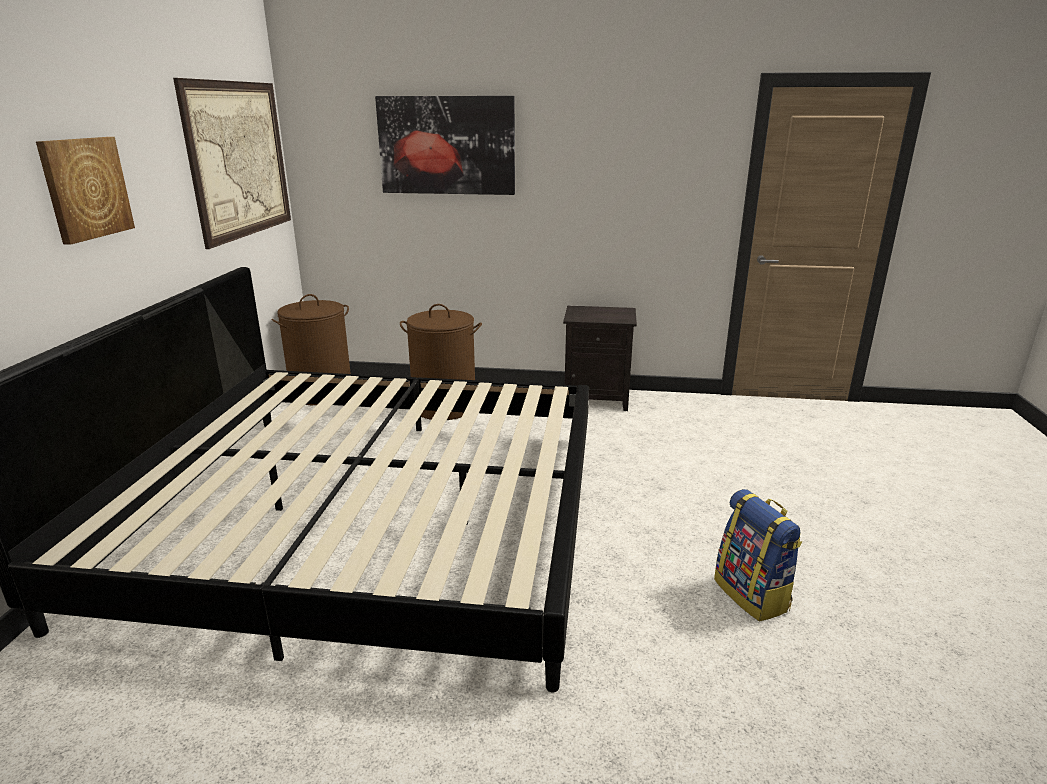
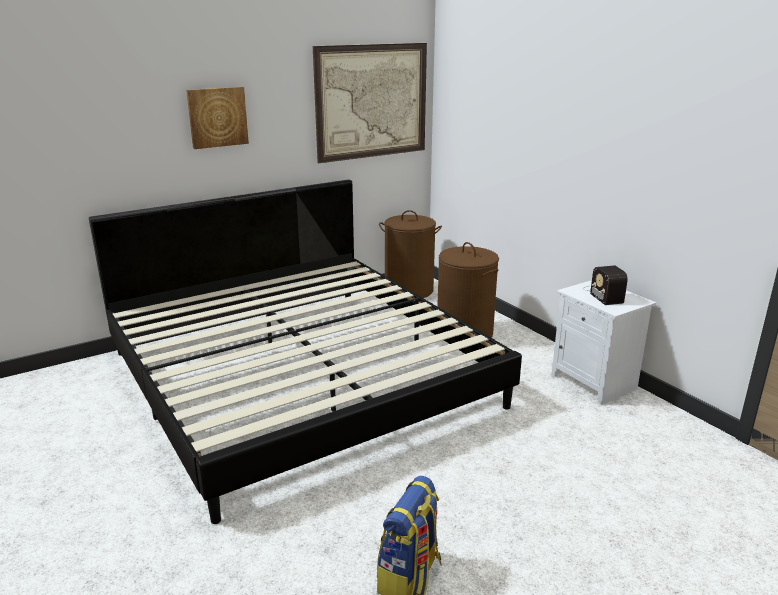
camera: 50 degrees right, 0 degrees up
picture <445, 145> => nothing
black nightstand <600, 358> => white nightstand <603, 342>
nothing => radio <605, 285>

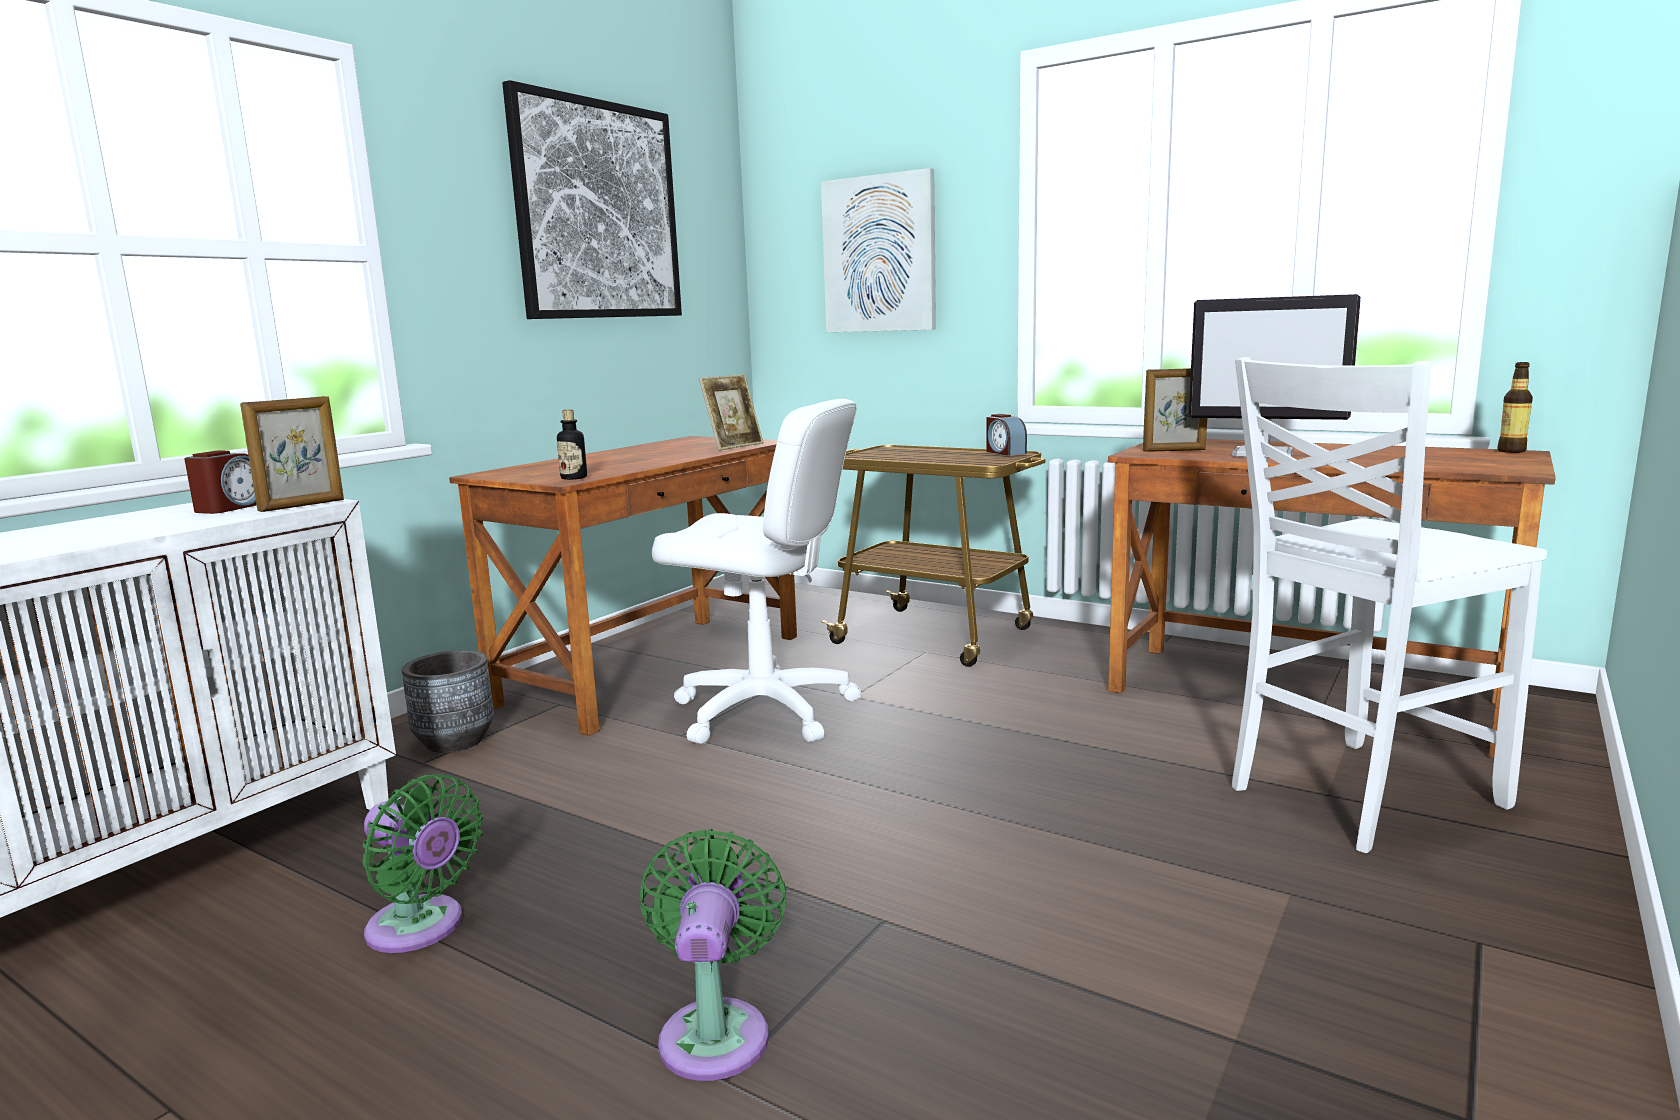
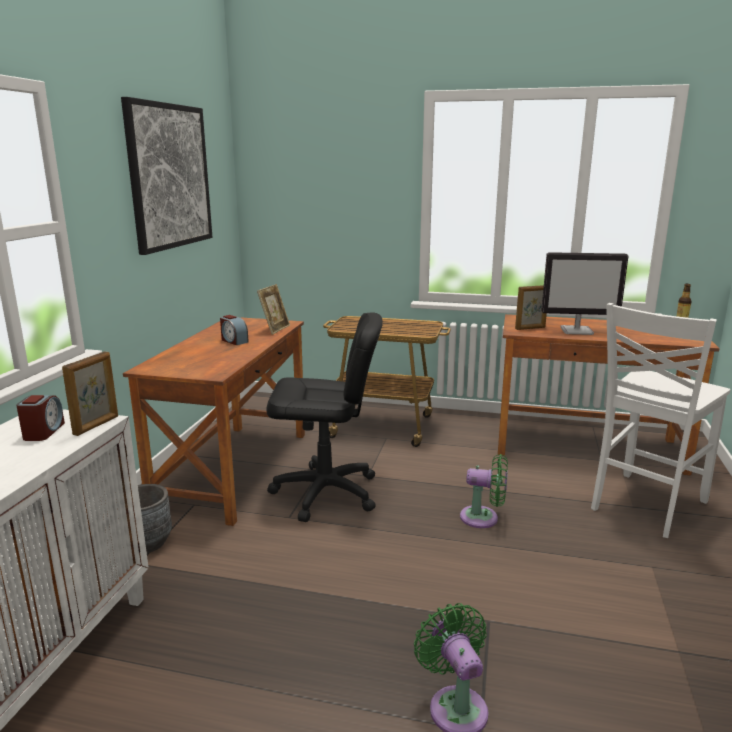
camera: 20 degrees left, 5 degrees up
green fan <422, 863> => green fan <484, 491>, shifted
bottle <572, 445> => nothing
white office chair <756, 571> => black office chair <324, 417>
picture <878, 250> => nothing
alarm clock <1006, 435> => alarm clock <234, 330>, shifted

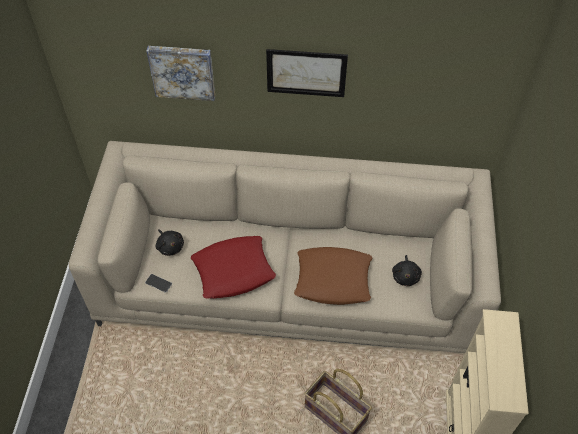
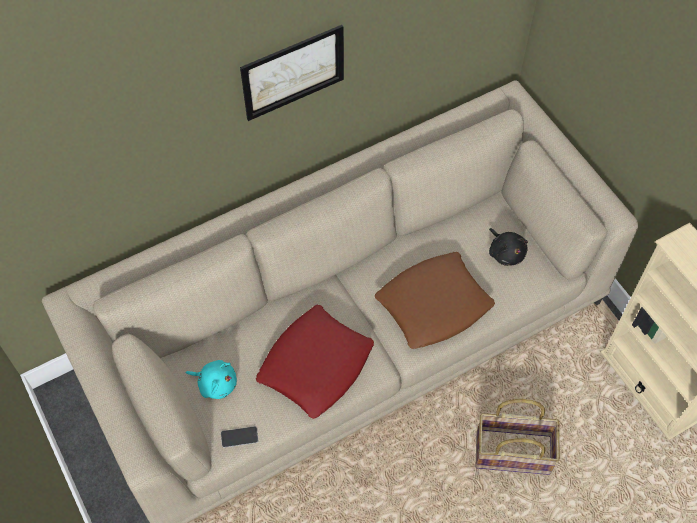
camera: 35 degrees left, 5 degrees up
picture <181, 73> => nothing
black plush toy <170, 242> => turquoise plush toy <211, 379>

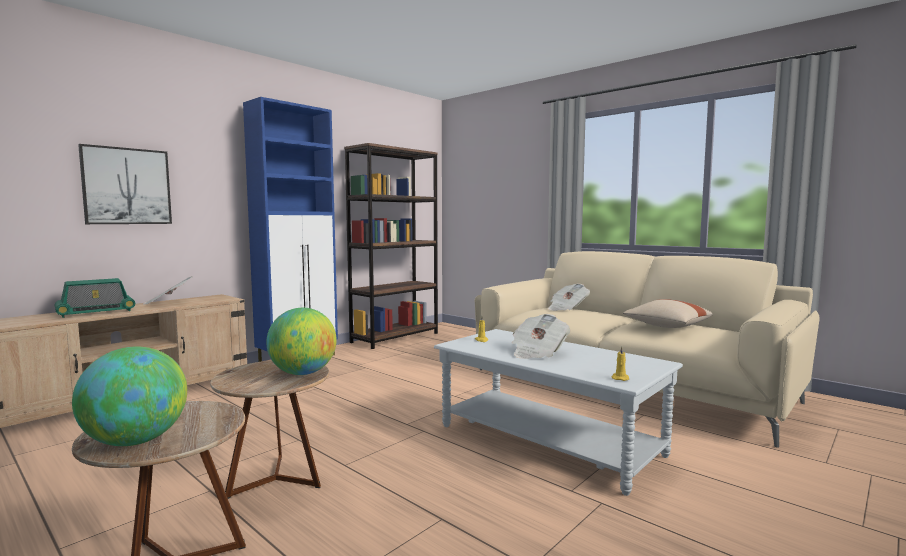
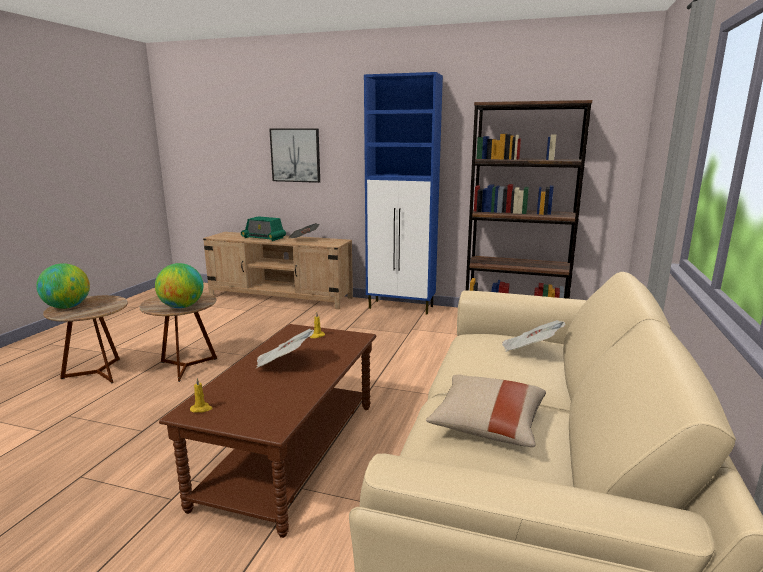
camera: 65 degrees right, 10 degrees up
grey coffee table <558, 412> => brown coffee table <267, 431>

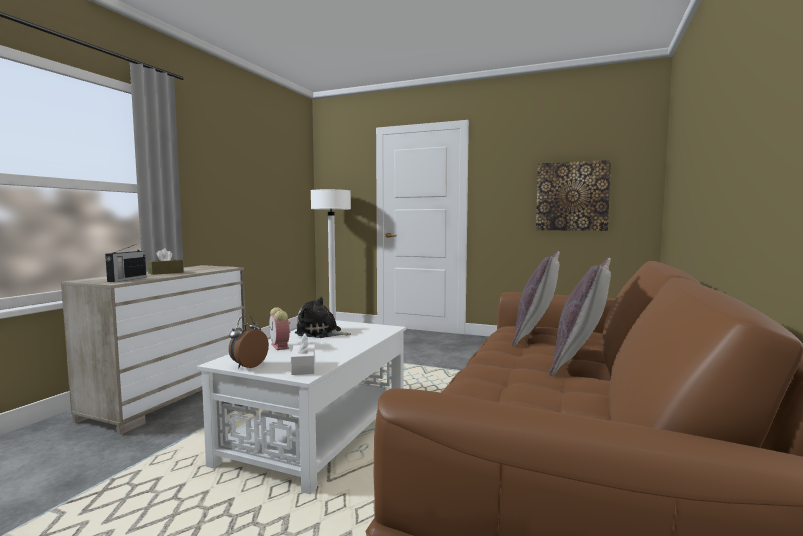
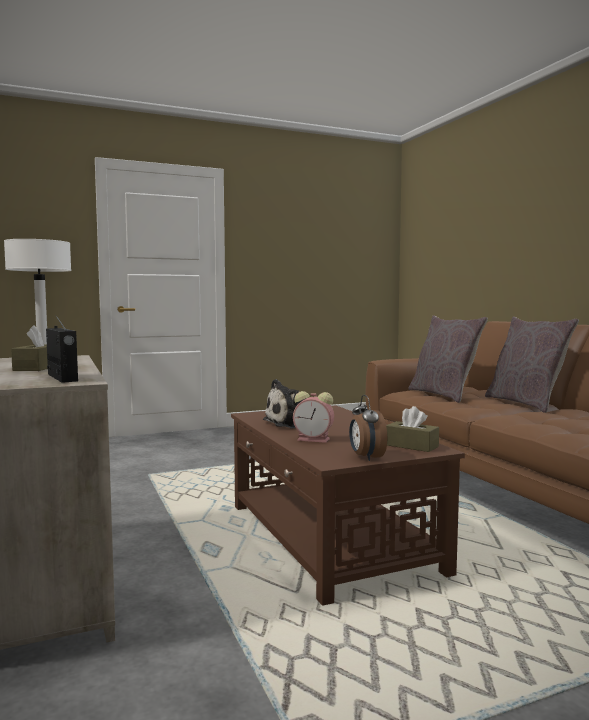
camera: 45 degrees left, 0 degrees up
white coffee table <301, 407> => brown coffee table <348, 505>
white tissue box <303, 354> => brown tissue box <412, 429>
picture <573, 195> => nothing

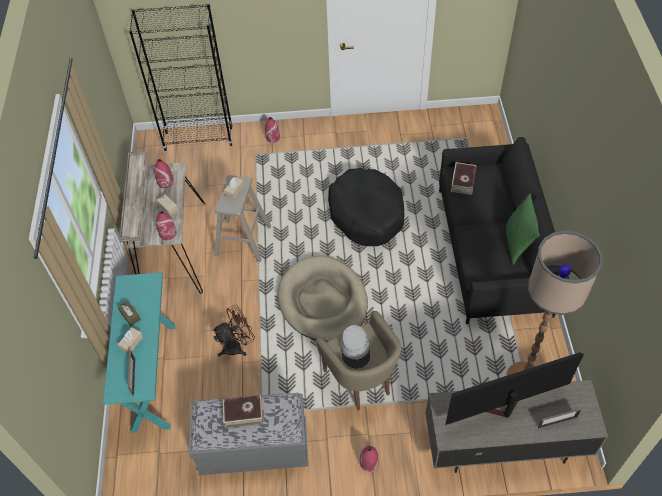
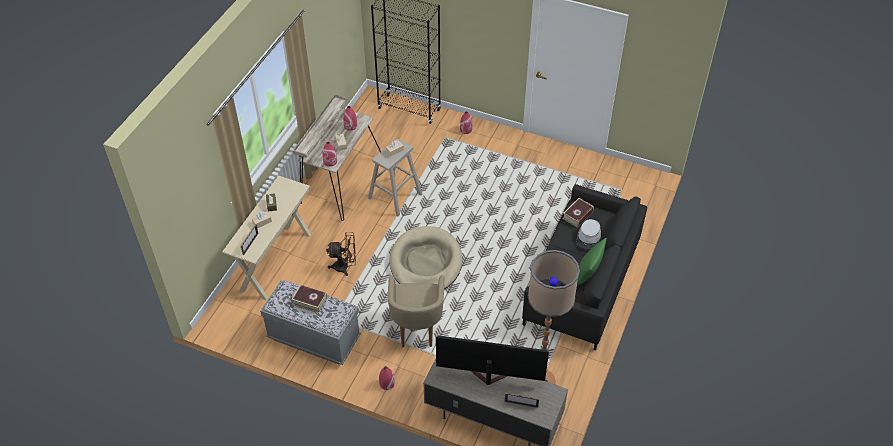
camera: 25 degrees right, 5 degrees down
turquoise console table <139, 352> => beige console table <266, 238>
black dog bed <366, 207> => nothing
grey hat <355, 346> => grey hat <588, 234>, shifted

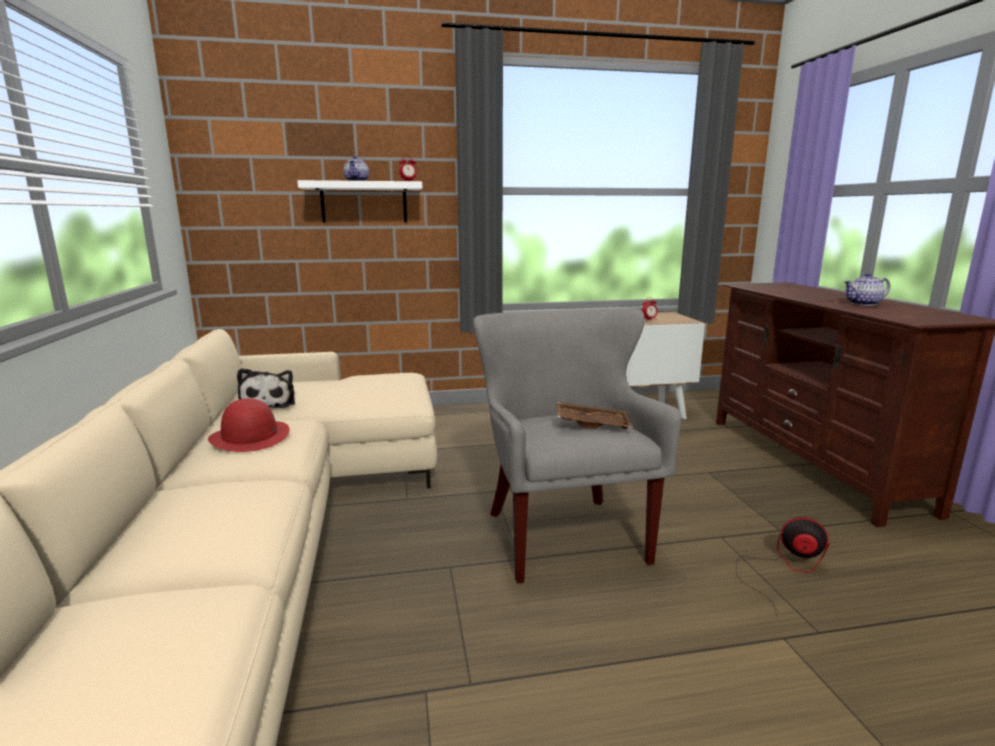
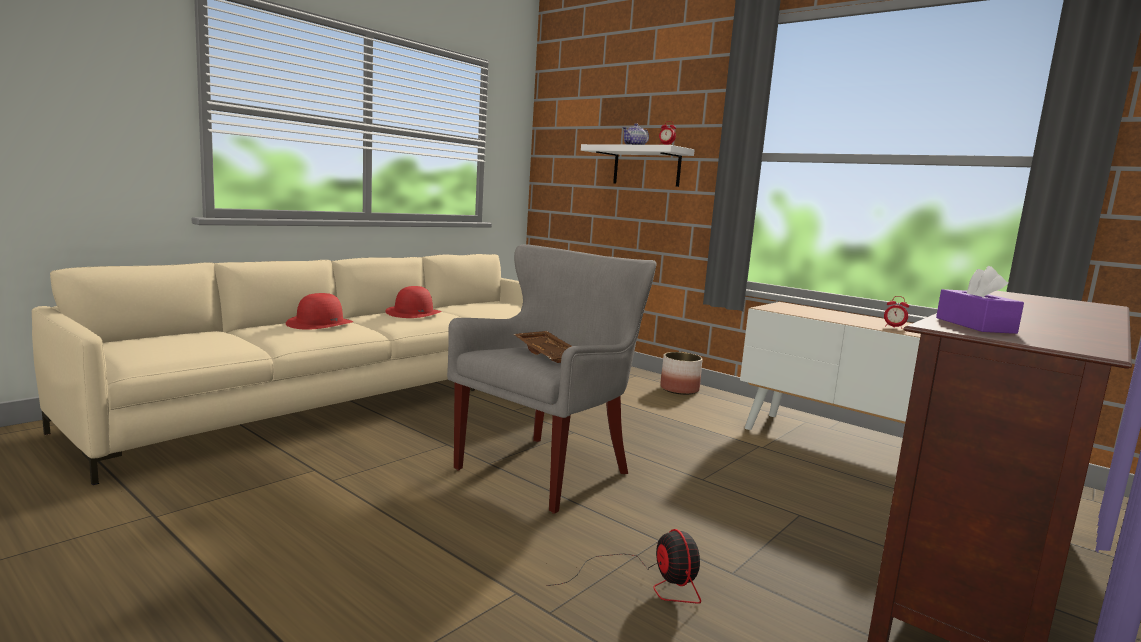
camera: 50 degrees right, 5 degrees down
plush toy <266, 388> => nothing
teapot <867, 289> => nothing
nothing => red hat <319, 311>
nothing => planter <681, 373>
nothing => purple tissue box <980, 300>

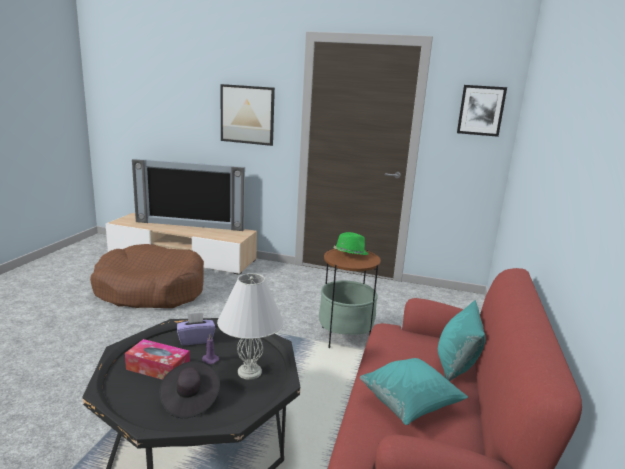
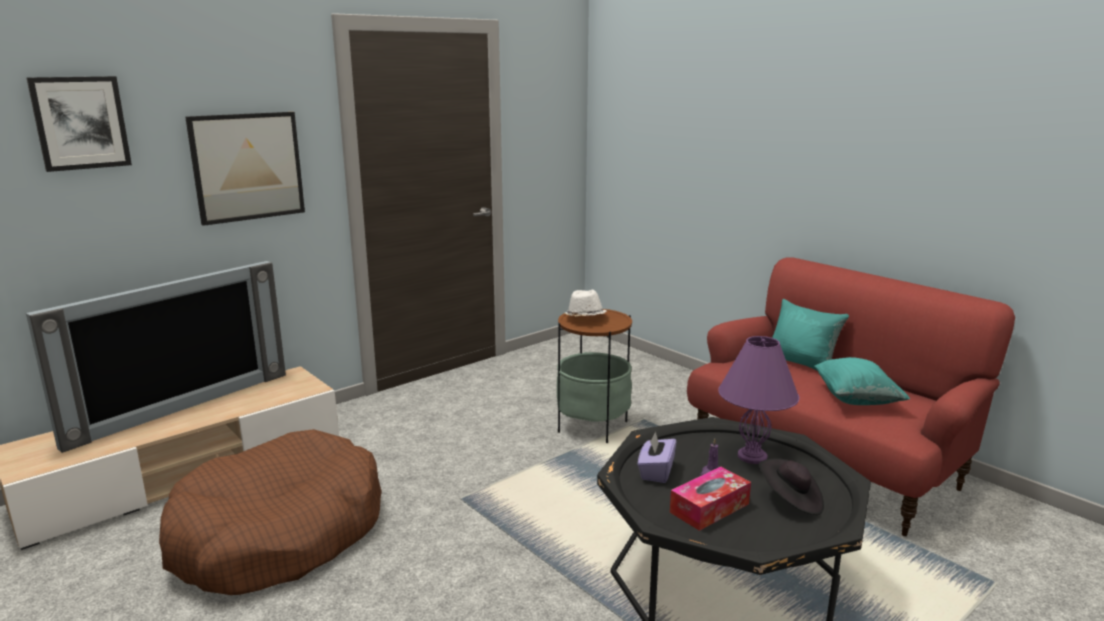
camera: 55 degrees left, 0 degrees up
white table lamp <250, 326> => purple table lamp <758, 400>
green hat <351, 243> => white hat <584, 303>
picture <482, 111> => picture <79, 124>, shifted

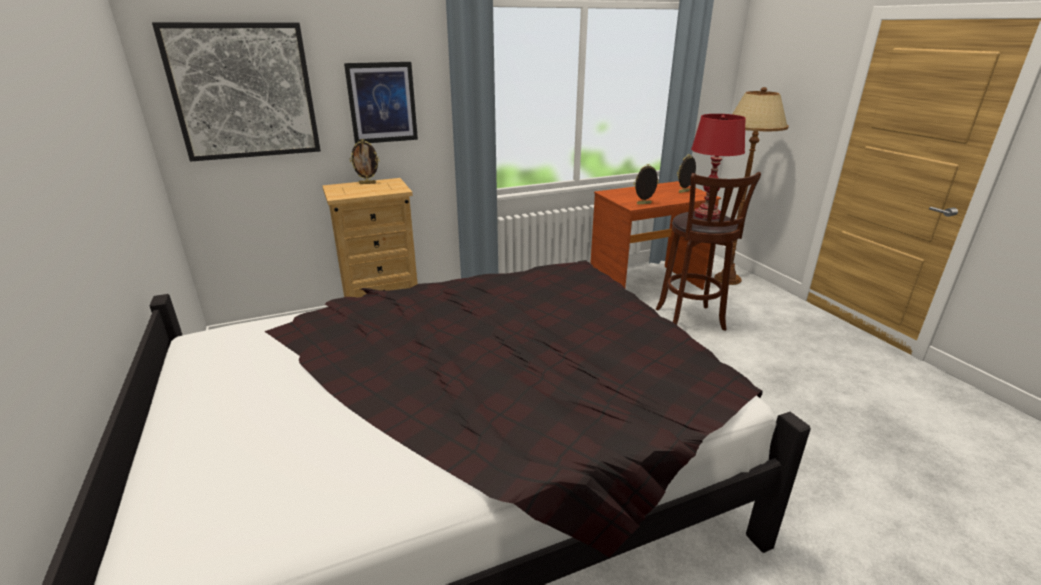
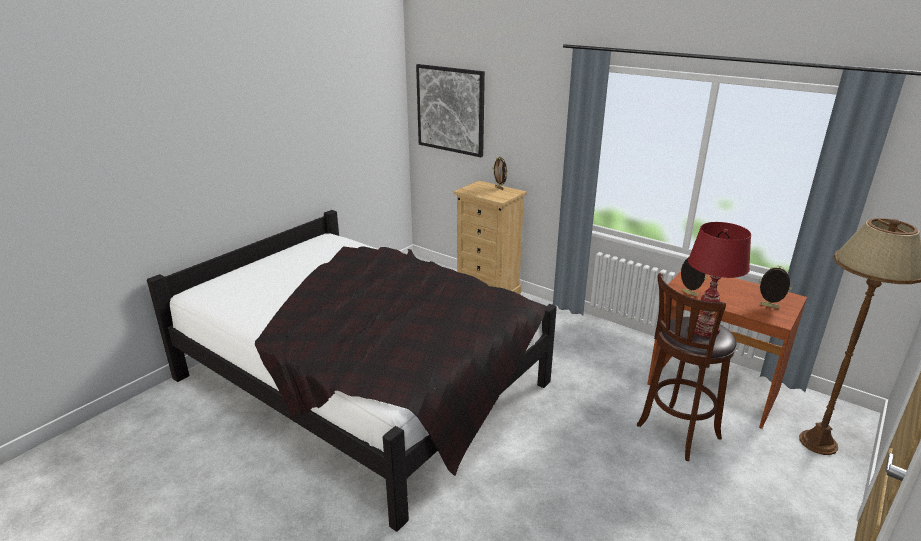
camera: 60 degrees right, 0 degrees up
picture <381, 102> => nothing

